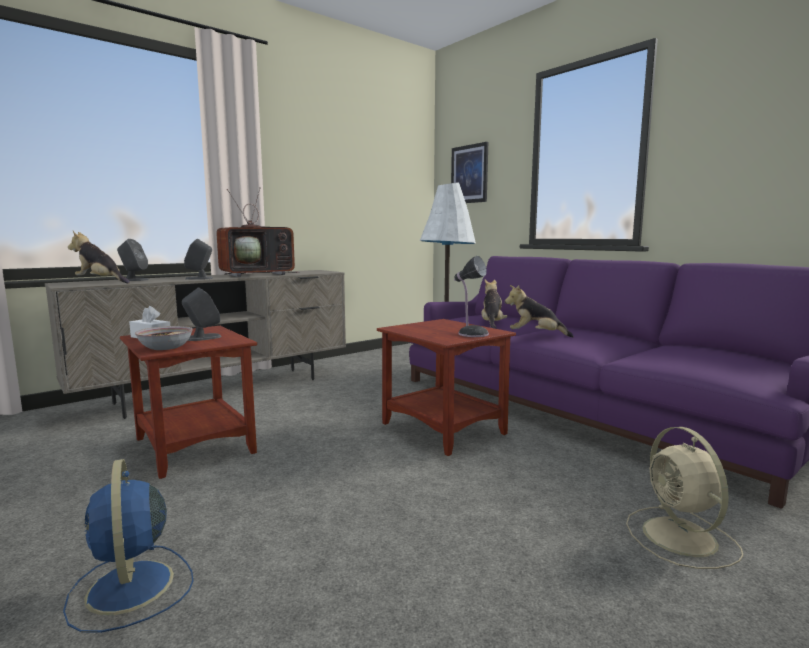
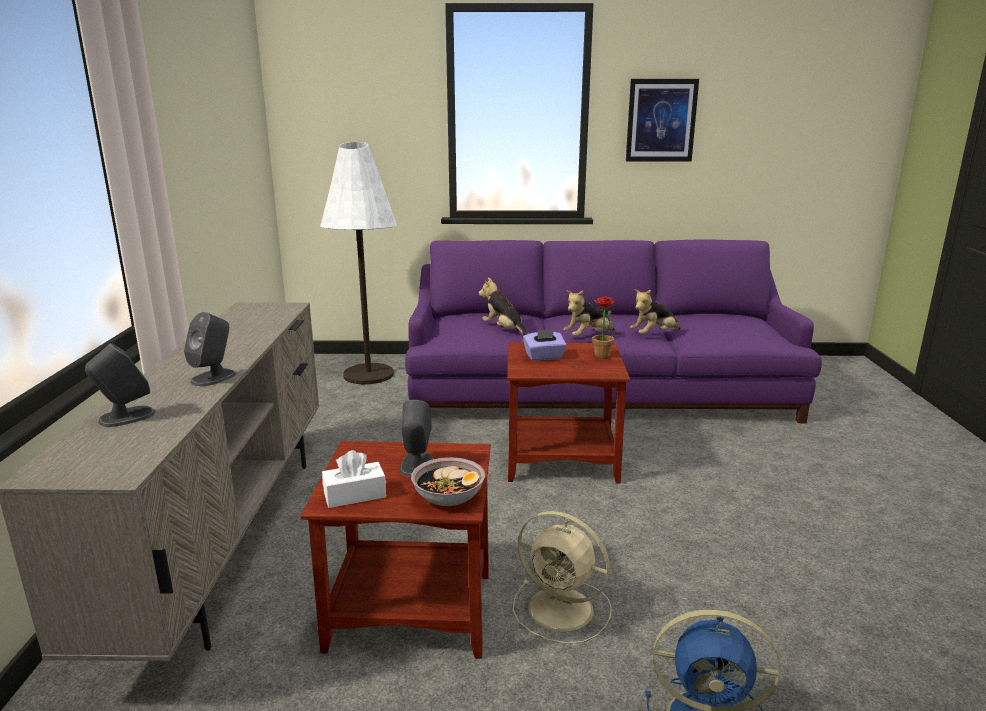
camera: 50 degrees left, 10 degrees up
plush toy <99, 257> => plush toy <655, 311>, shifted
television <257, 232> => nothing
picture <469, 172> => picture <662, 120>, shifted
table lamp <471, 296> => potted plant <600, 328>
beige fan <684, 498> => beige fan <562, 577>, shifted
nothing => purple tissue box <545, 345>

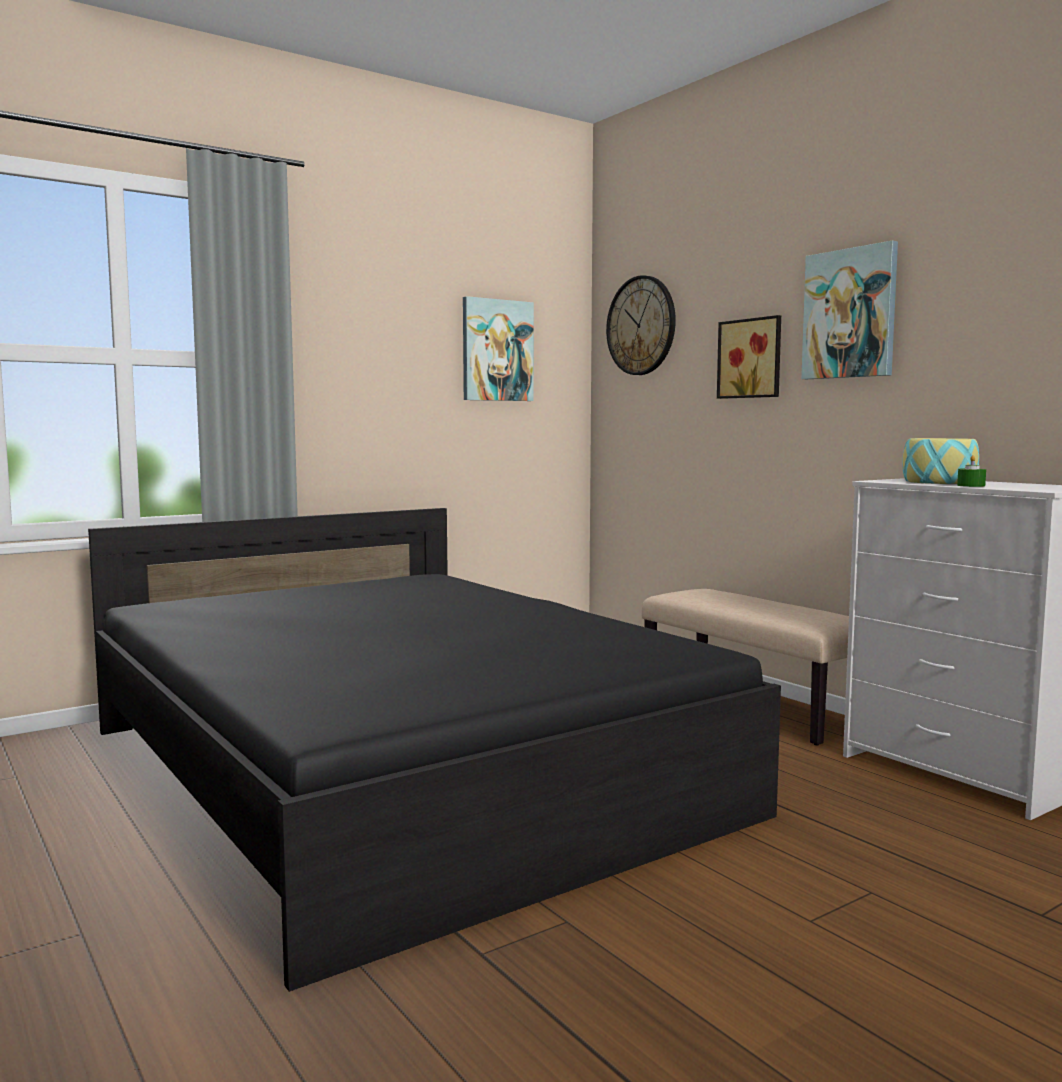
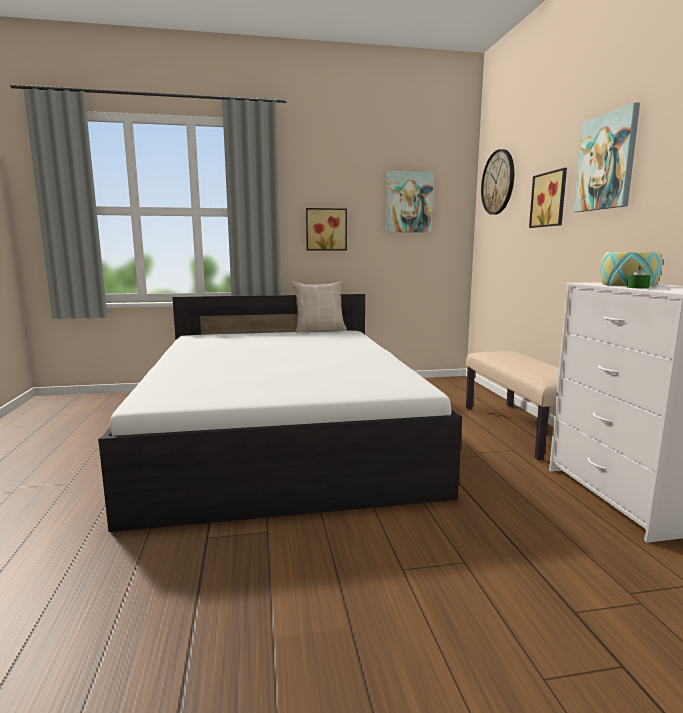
camera: 25 degrees right, 5 degrees up
black bed <434, 750> => white bed <280, 413>
nothing => beige pillow <319, 307>
nothing => picture <326, 229>

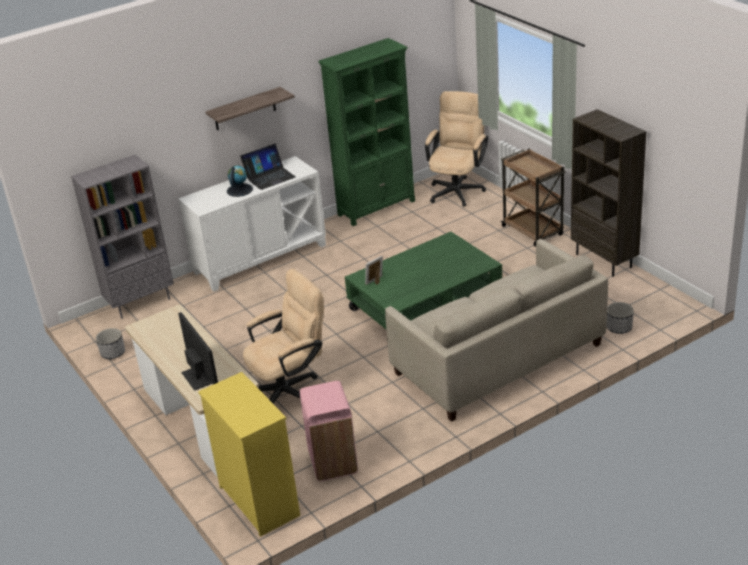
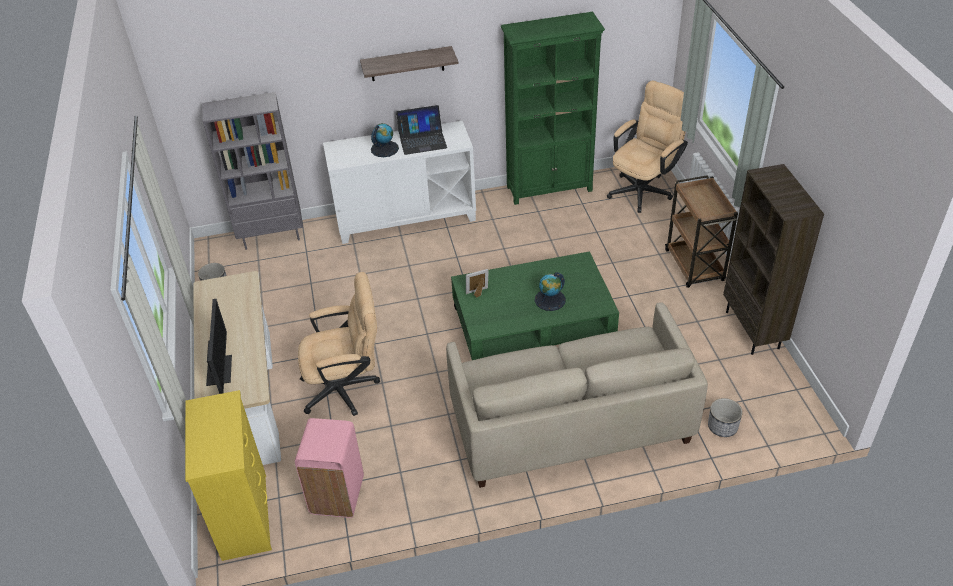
camera: 20 degrees right, 10 degrees up
nothing => globe <550, 291>

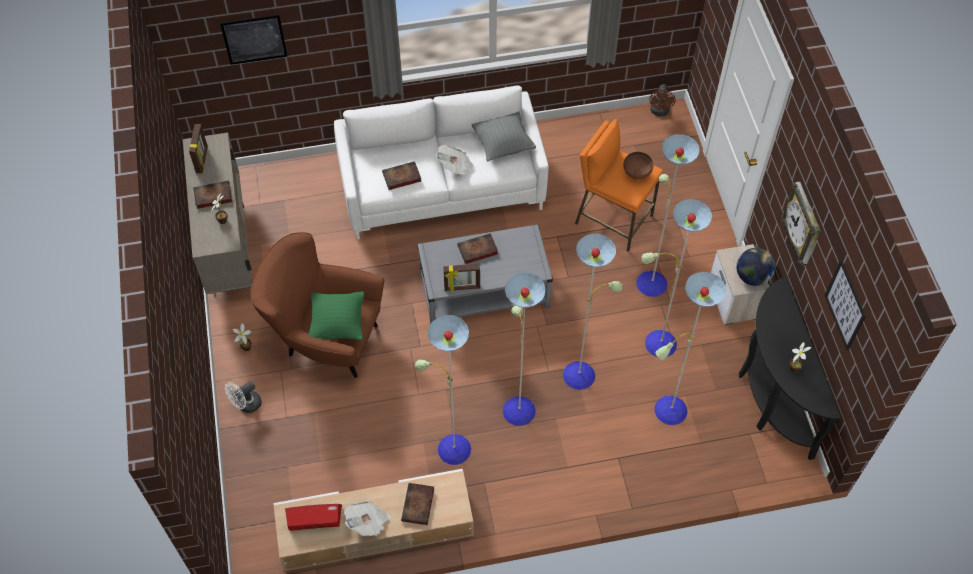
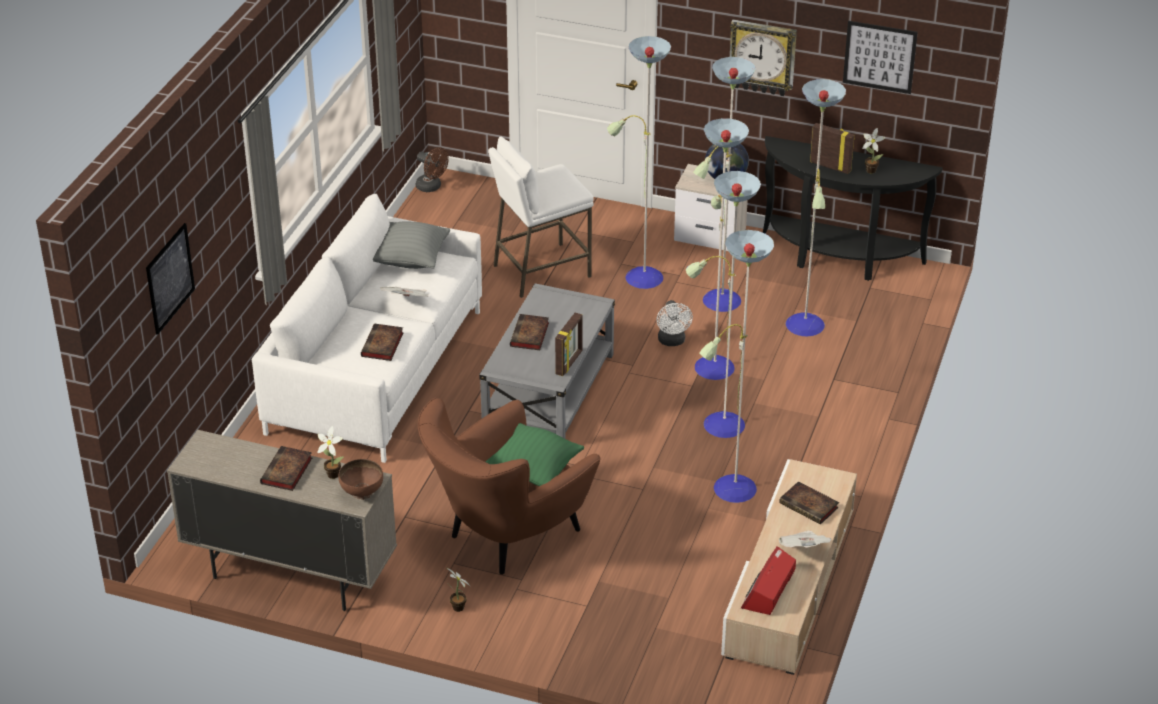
camera: 60 degrees left, 20 degrees down
picture frame <198, 148> => picture frame <832, 148>, shifted
white fan <243, 397> => white fan <675, 323>, shifted
orange stool <619, 185> => white stool <541, 217>
brown bowl <638, 166> => brown bowl <360, 479>, shifted

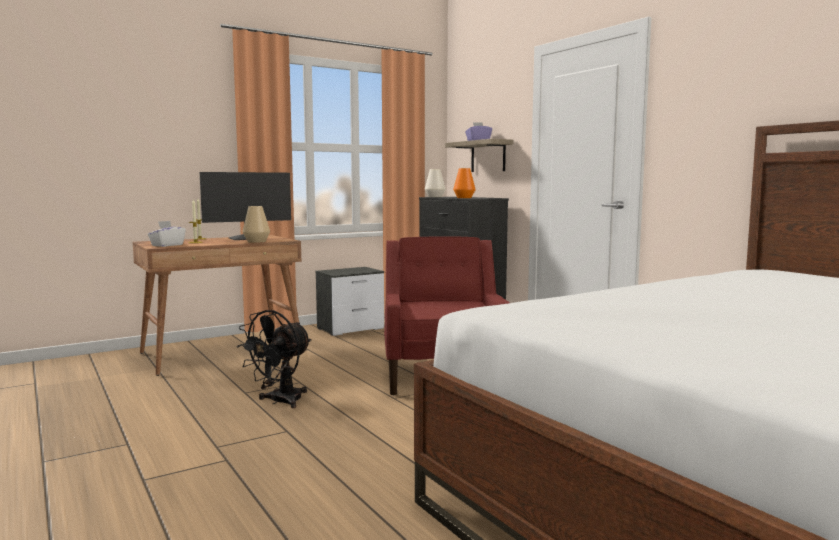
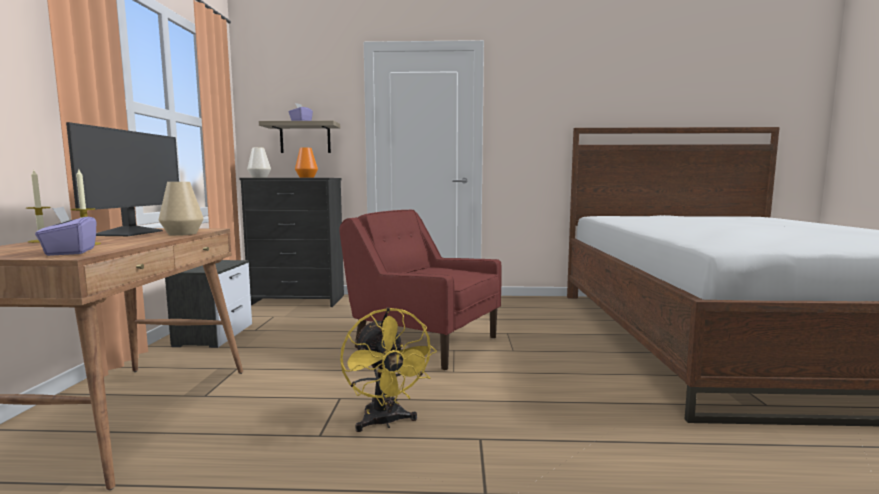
camera: 55 degrees left, 0 degrees up
white tissue box <167, 234> => purple tissue box <65, 231>
black fan <274, 359> => yellow fan <388, 369>

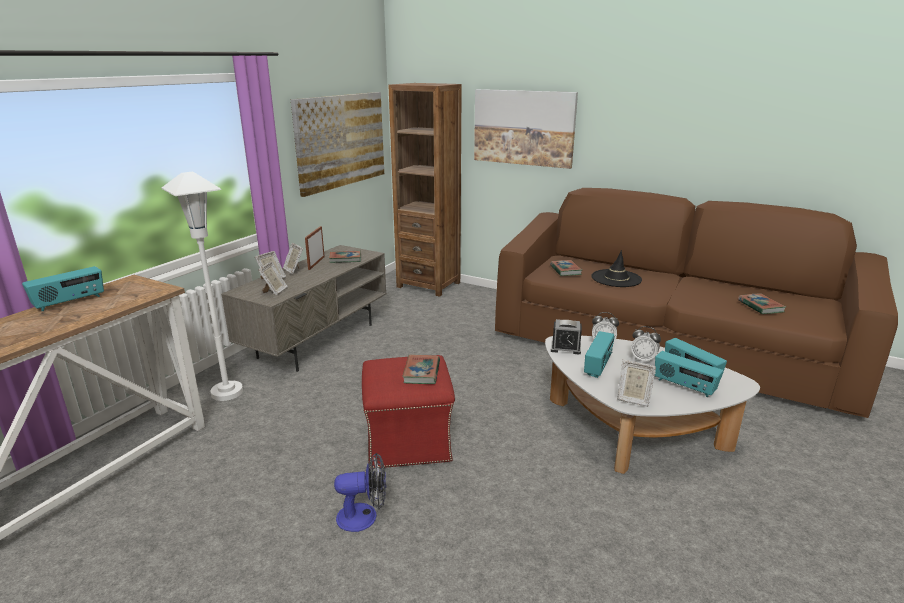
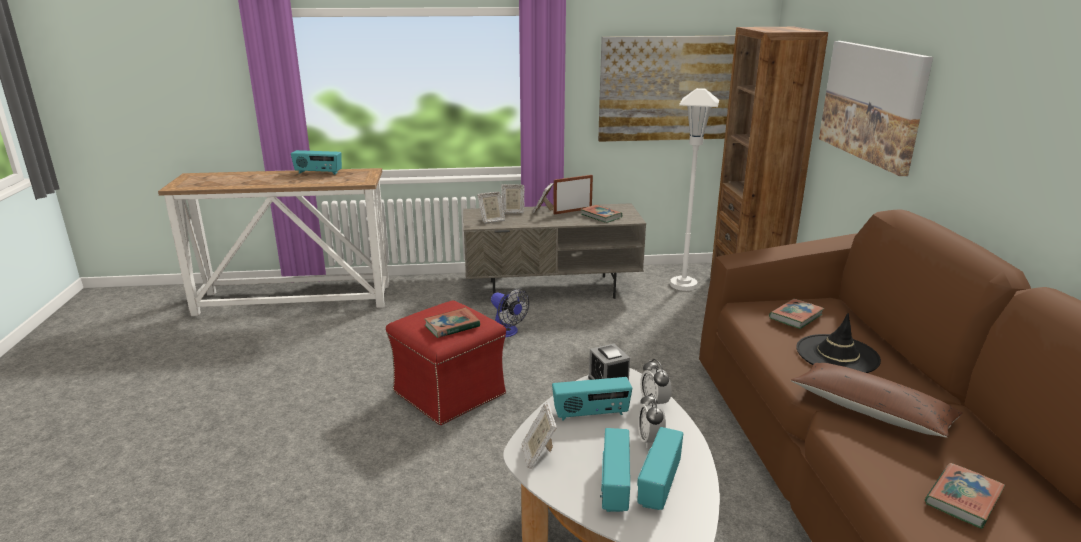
camera: 55 degrees right, 0 degrees up
white floor lamp <202, 286> => white floor lamp <694, 189>, shifted
fan <360, 492> => fan <510, 312>, shifted
nothing => brown pillow <876, 400>

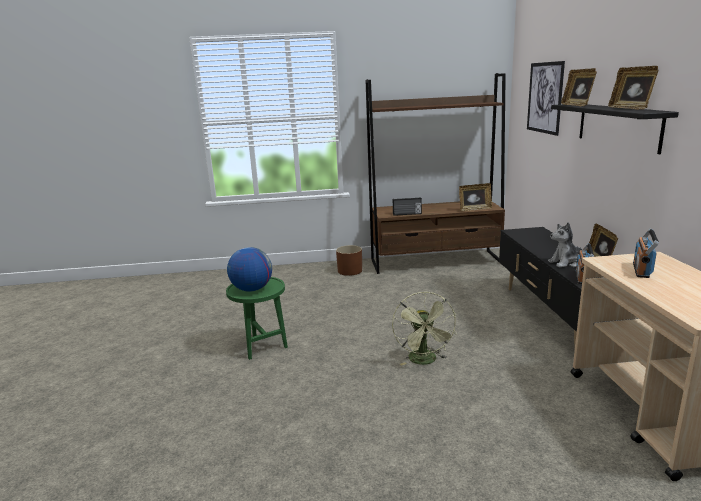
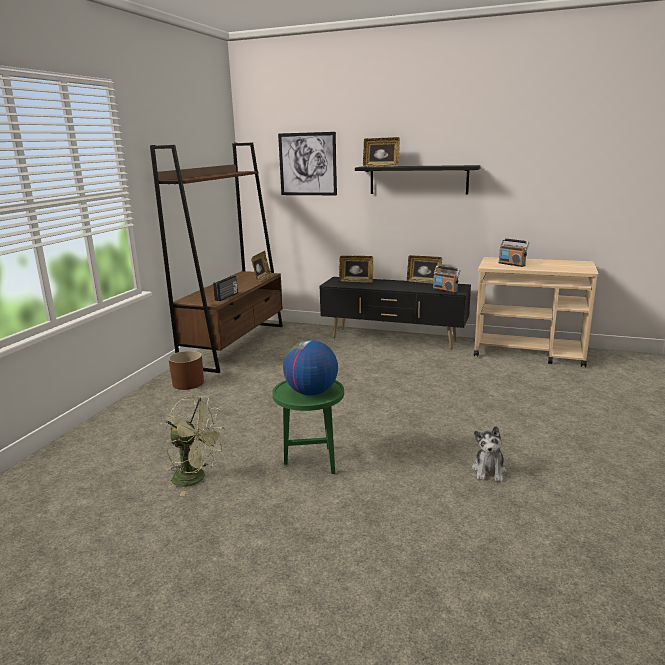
camera: 65 degrees left, 0 degrees up
green fan <424, 329> => green fan <195, 446>, shifted
plush toy <568, 245> => plush toy <489, 454>, shifted
picture frame <633, 88> => picture frame <356, 269>, shifted

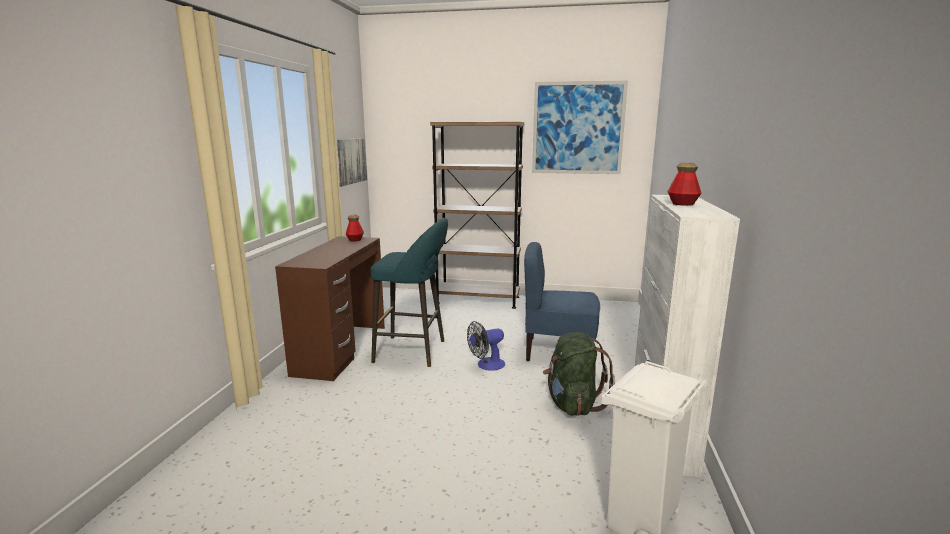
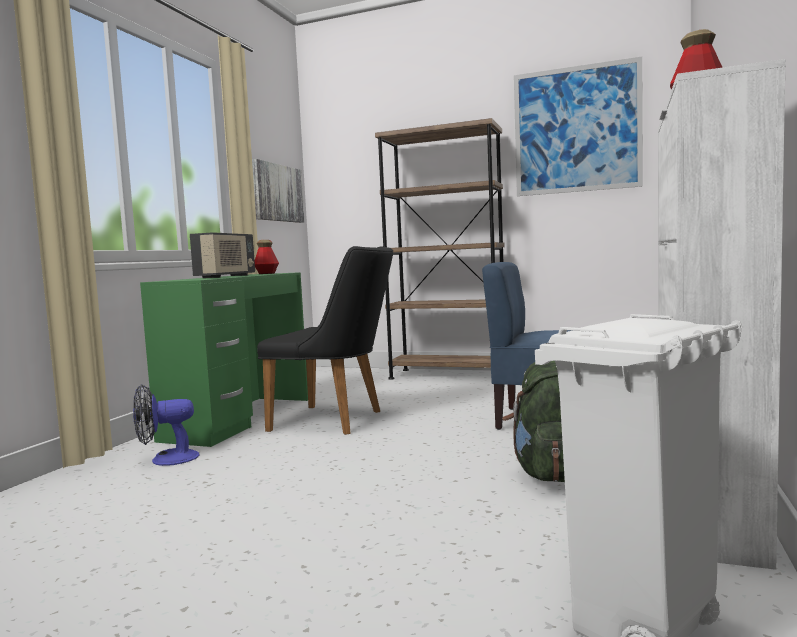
camera: 10 degrees right, 10 degrees down
brown desk <330, 308> => green desk <224, 359>
turquoise stool <409, 292> => black chair <325, 340>
fan <486, 346> => fan <166, 425>, shifted
nothing => radio <222, 255>

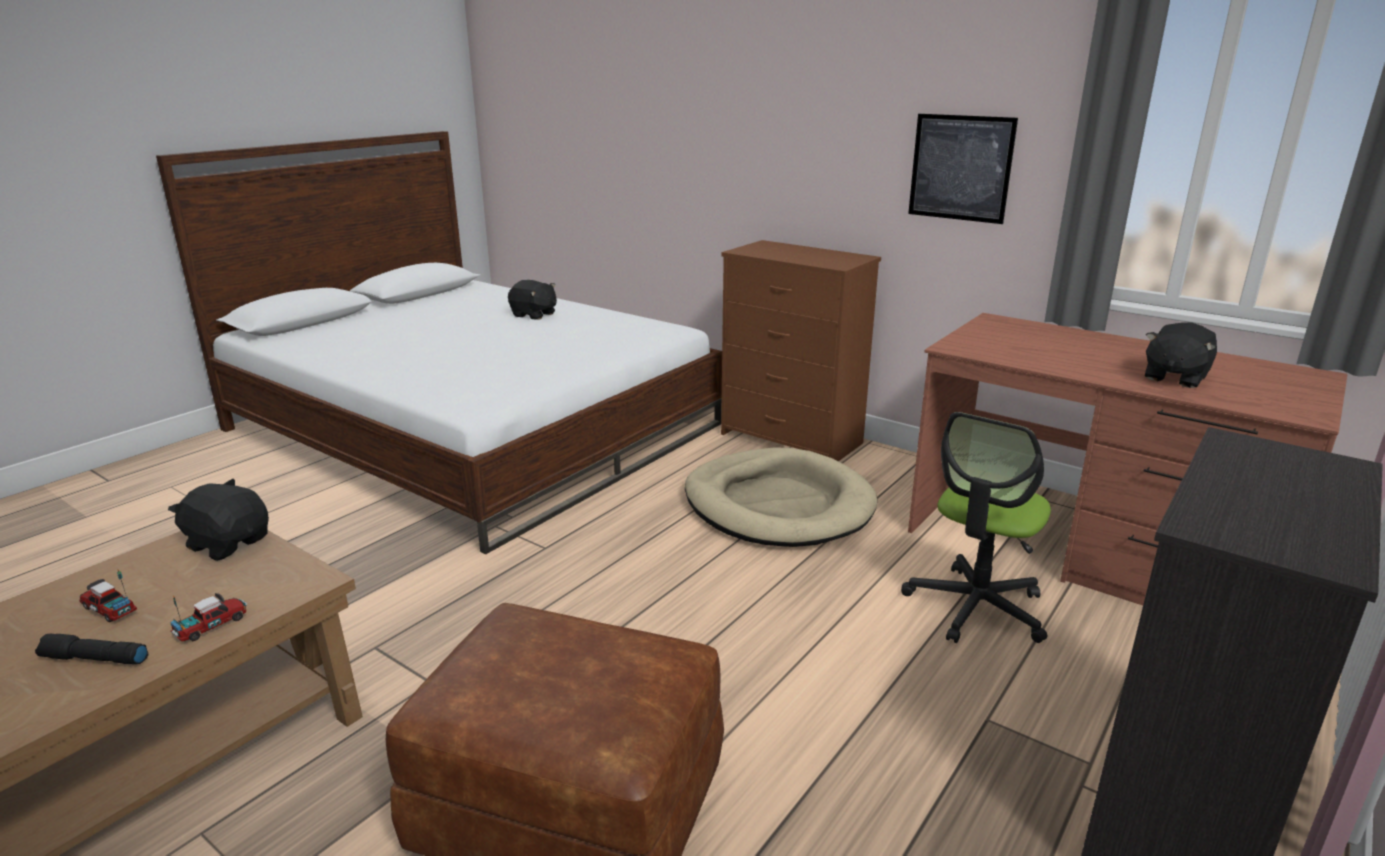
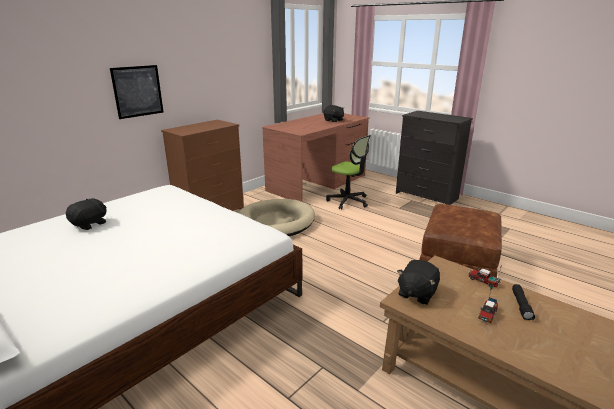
camera: 85 degrees left, 0 degrees up
picture <963, 169> => picture <136, 92>, shifted

